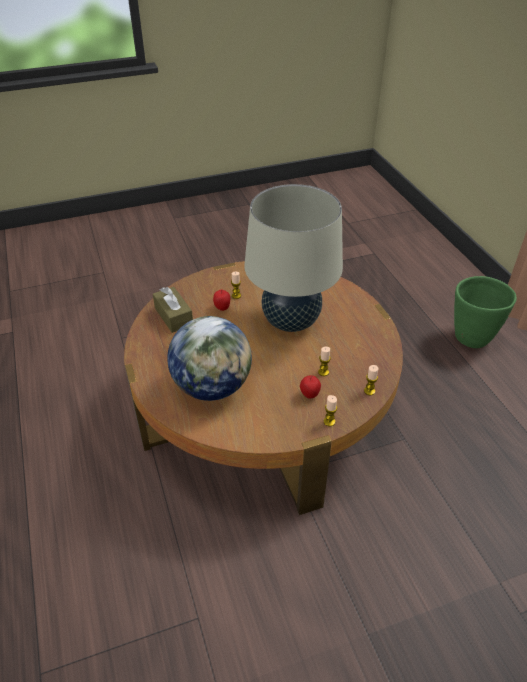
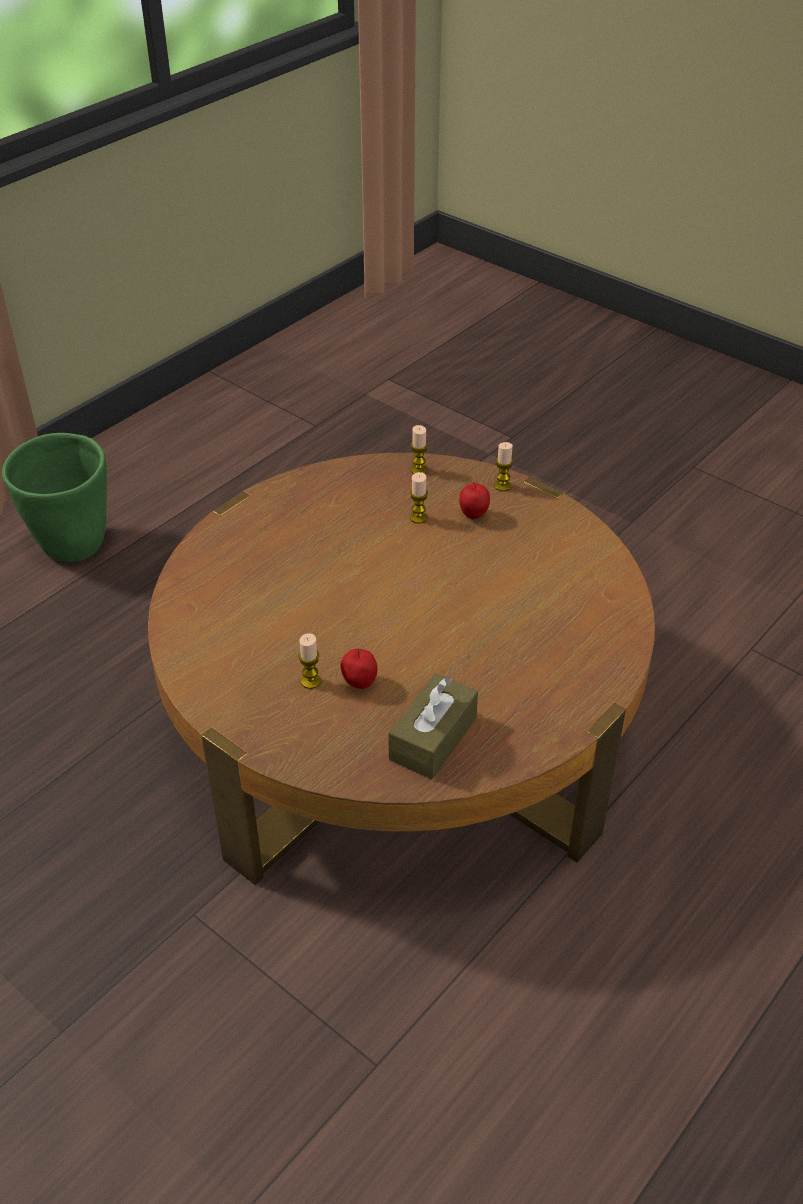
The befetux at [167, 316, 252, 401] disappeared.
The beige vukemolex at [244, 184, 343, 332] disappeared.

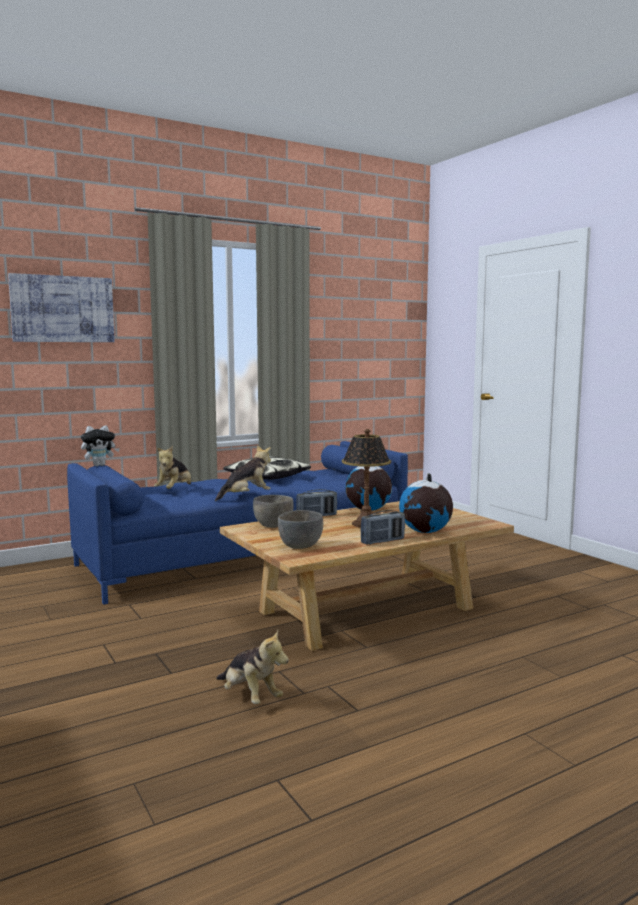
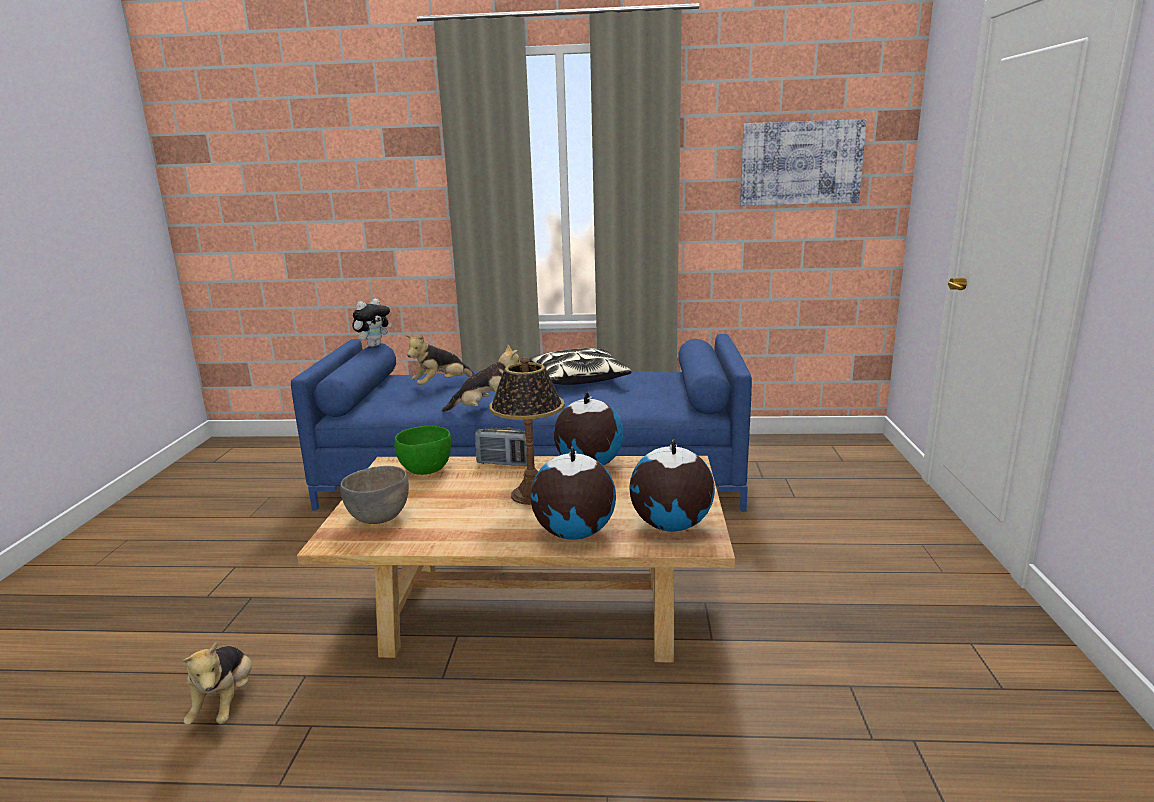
The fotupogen at [81, 425, 120, 466] turned 60 degrees counterclockwise.
The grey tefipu at [253, 495, 293, 528] became the green tefipu at [395, 426, 451, 475].
The befetux at [630, 439, 715, 532] appeared.
The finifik moved from [8, 273, 115, 342] to [740, 119, 867, 206].
The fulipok at [360, 510, 405, 545] disappeared.

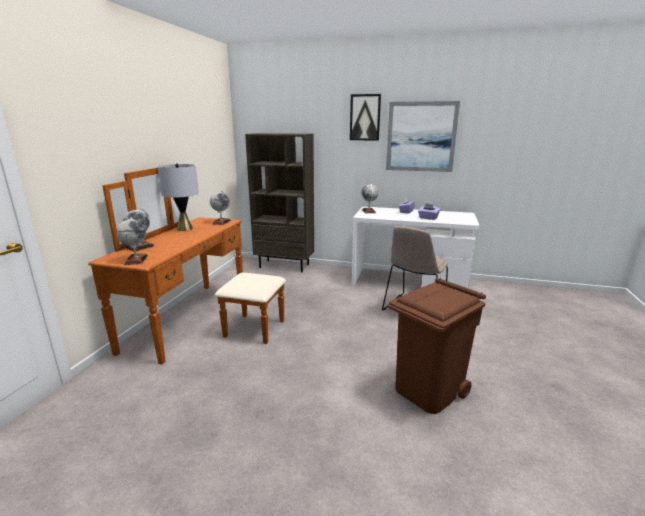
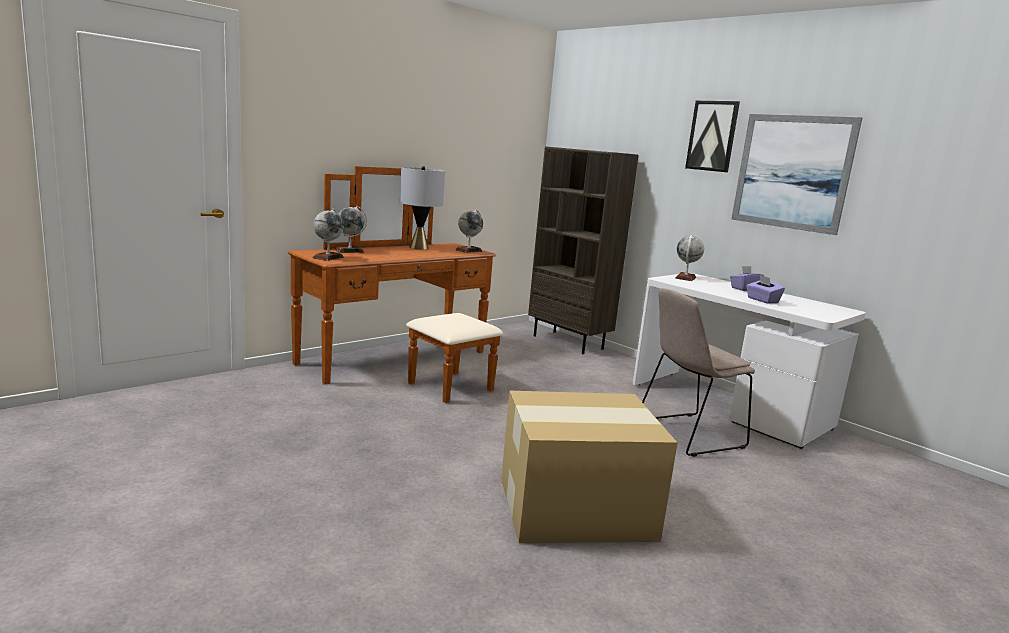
The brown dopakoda at [387, 278, 486, 414] was replaced by the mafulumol at [501, 391, 677, 543].

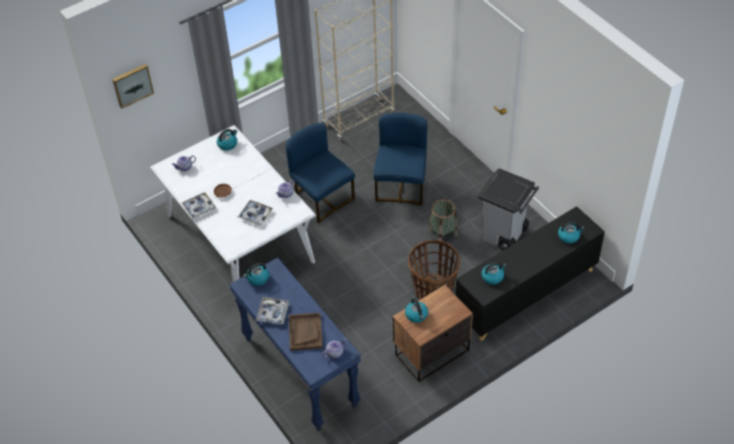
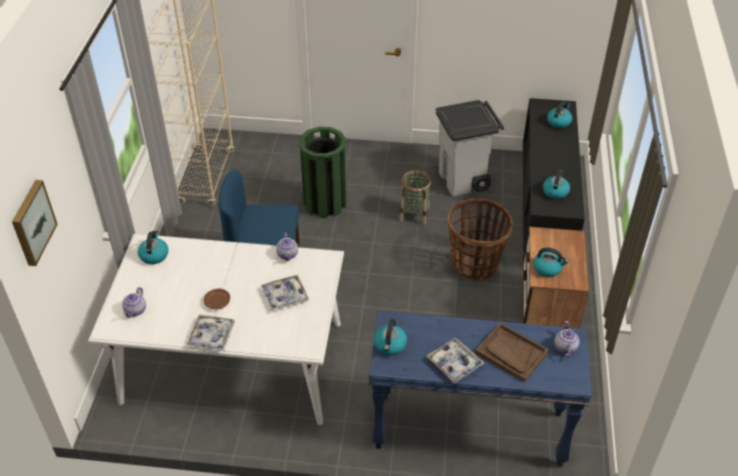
The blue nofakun at [373, 113, 428, 205] was replaced by the green dopakoda at [299, 127, 346, 218].

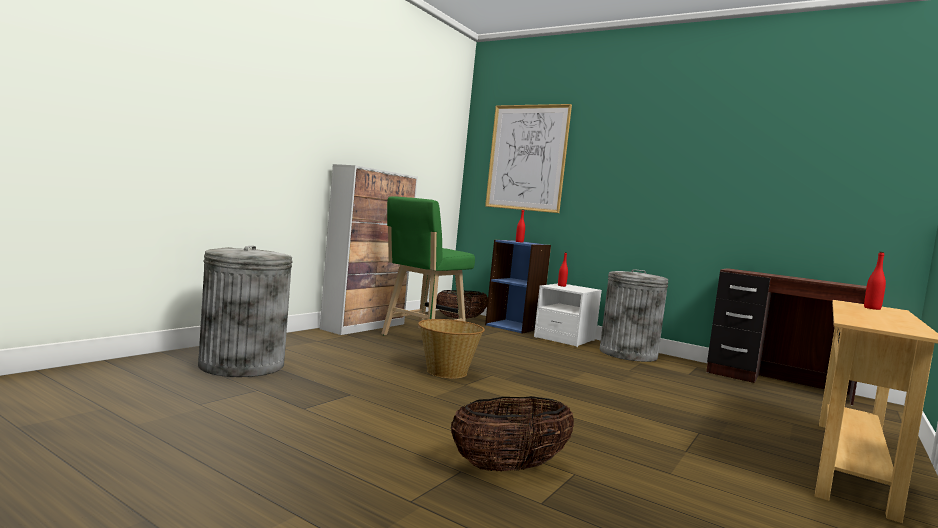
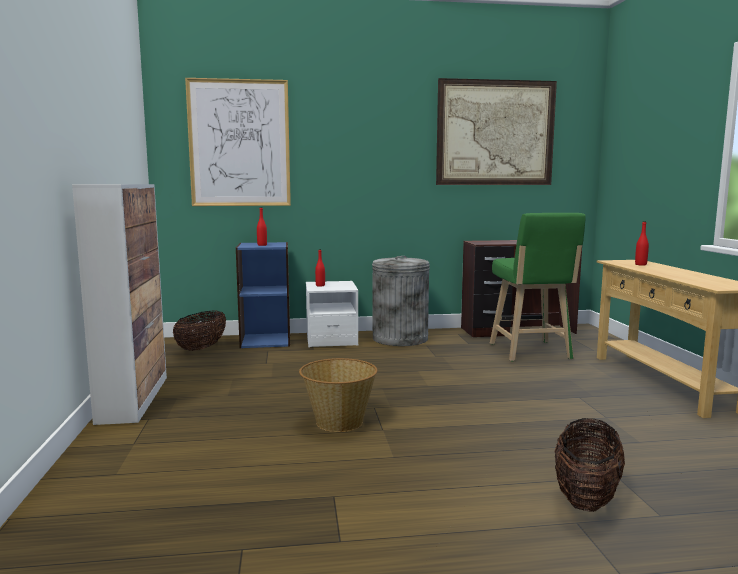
The finifik at [436, 78, 557, 185] appeared.
The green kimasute moved from [381, 197, 475, 336] to [490, 213, 586, 361].
The grey dopakoda at [198, 246, 293, 377] disappeared.

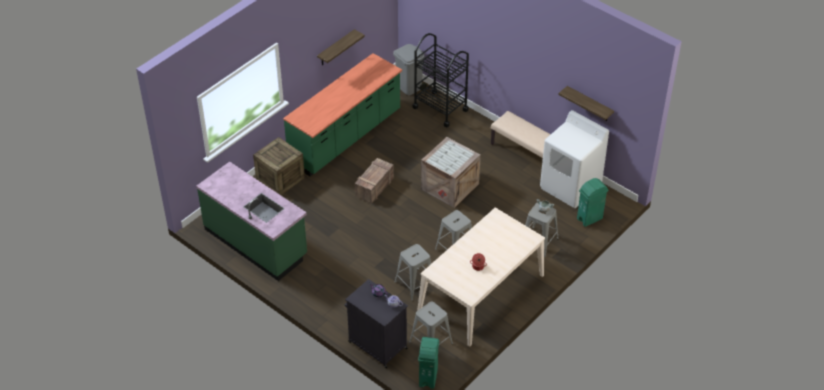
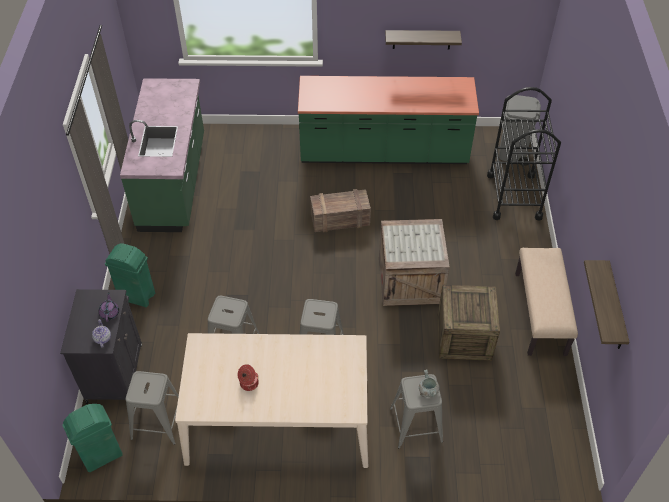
The green dopakoda moved from [577, 178, 608, 227] to [105, 244, 155, 307].
The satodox moved from [253, 137, 305, 195] to [438, 285, 500, 361].
The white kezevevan at [540, 110, 609, 208] disappeared.

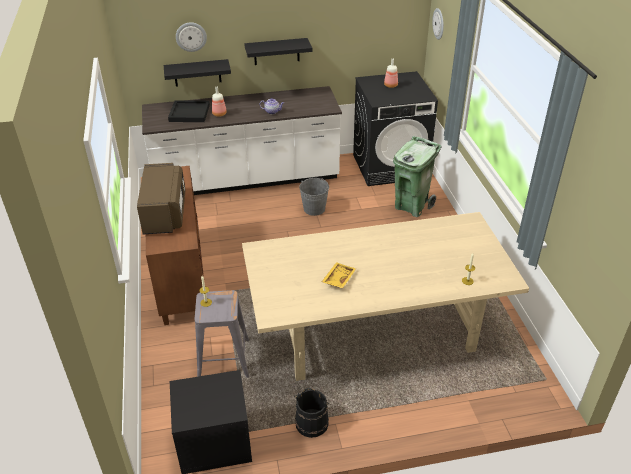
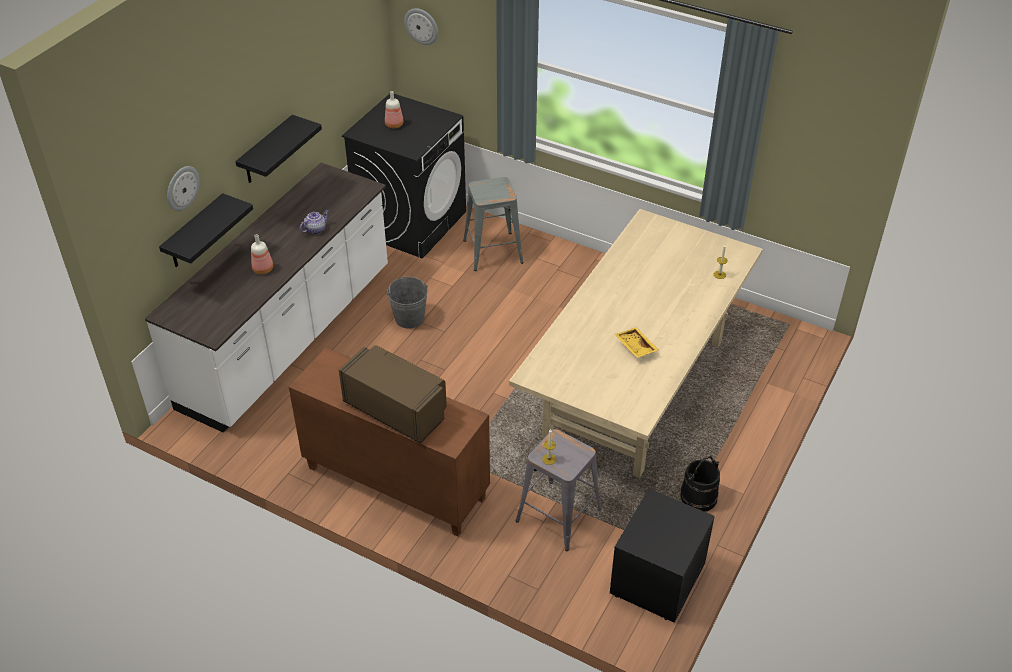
The green dopakoda at [393, 136, 442, 217] was replaced by the grey kimasute at [463, 177, 523, 271].
The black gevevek at [168, 100, 210, 122] disappeared.

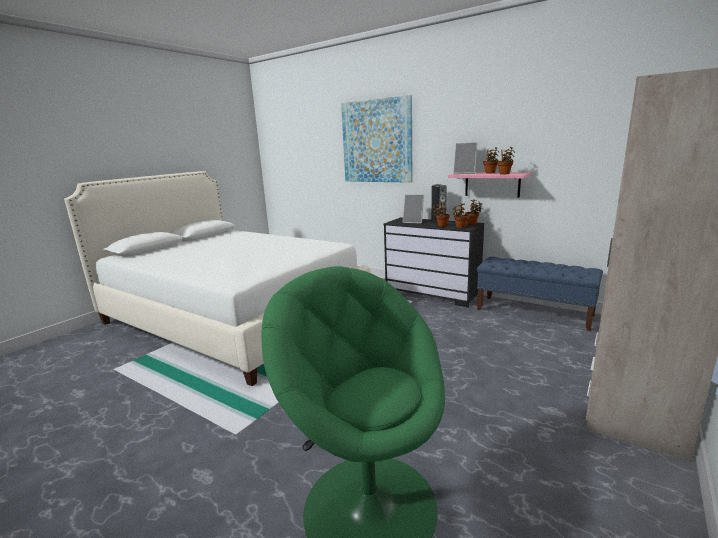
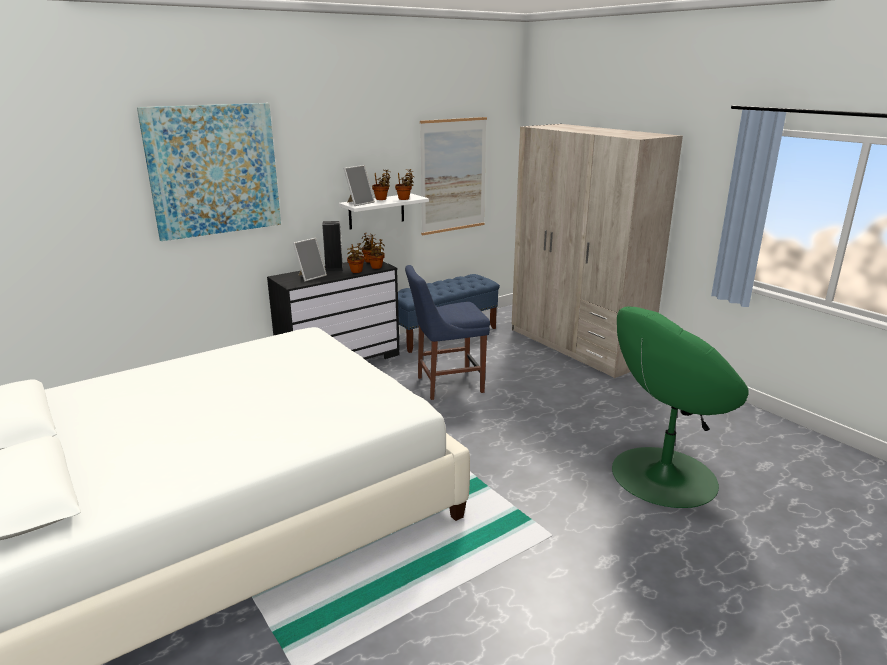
The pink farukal at [448, 173, 531, 197] became the white farukal at [339, 194, 429, 230].
The blue nofakun at [405, 265, 490, 400] appeared.
The finifik at [420, 117, 487, 235] appeared.

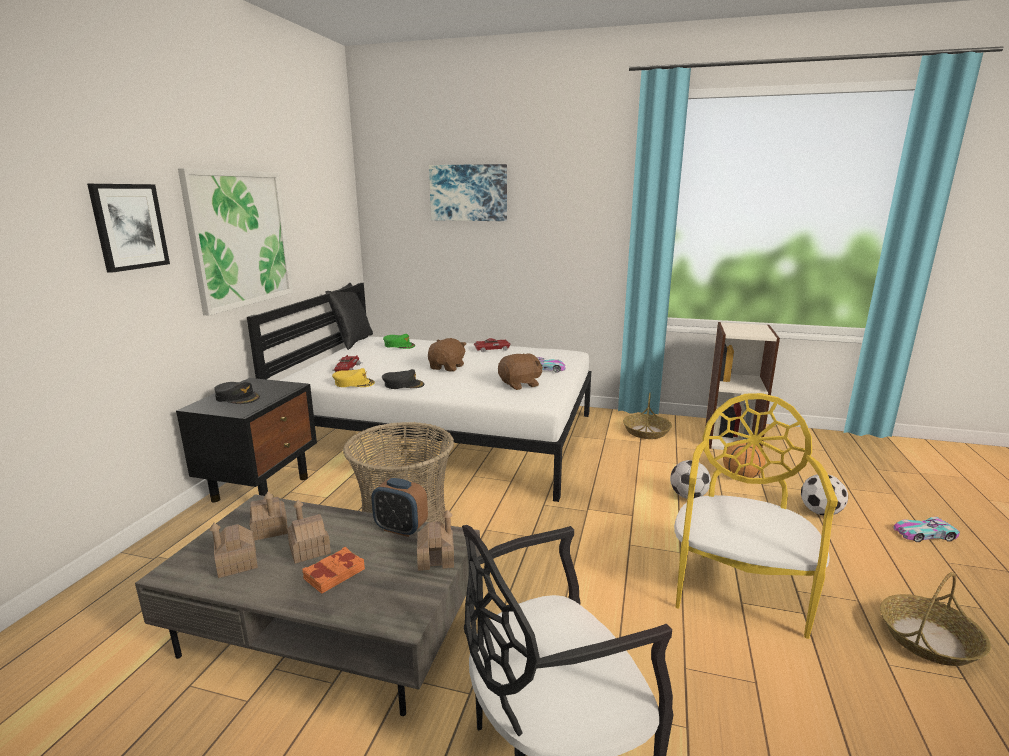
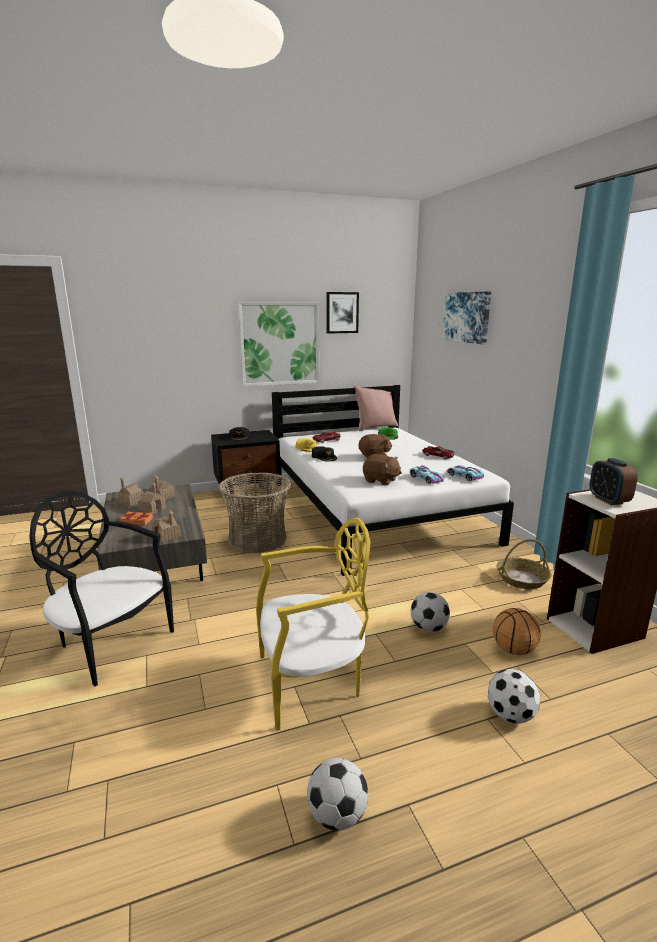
The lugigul at [880, 572, 991, 666] was replaced by the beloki at [307, 758, 368, 831].
The finifik moved from [87, 184, 170, 273] to [326, 292, 359, 334].
The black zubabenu at [325, 283, 373, 350] became the pink zubabenu at [353, 384, 398, 431].
The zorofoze moved from [893, 517, 960, 542] to [447, 465, 484, 481].
The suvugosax moved from [371, 478, 428, 537] to [589, 458, 638, 505].

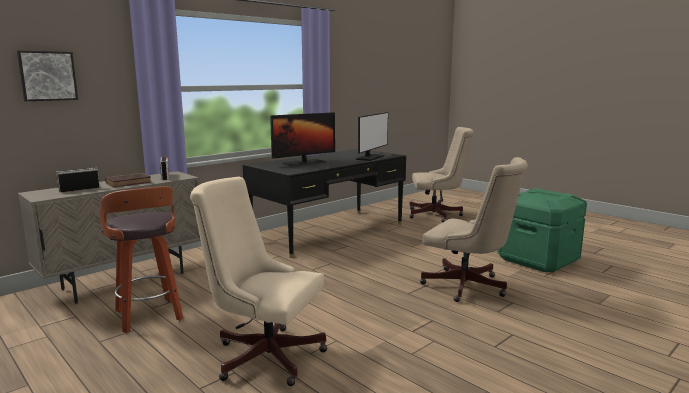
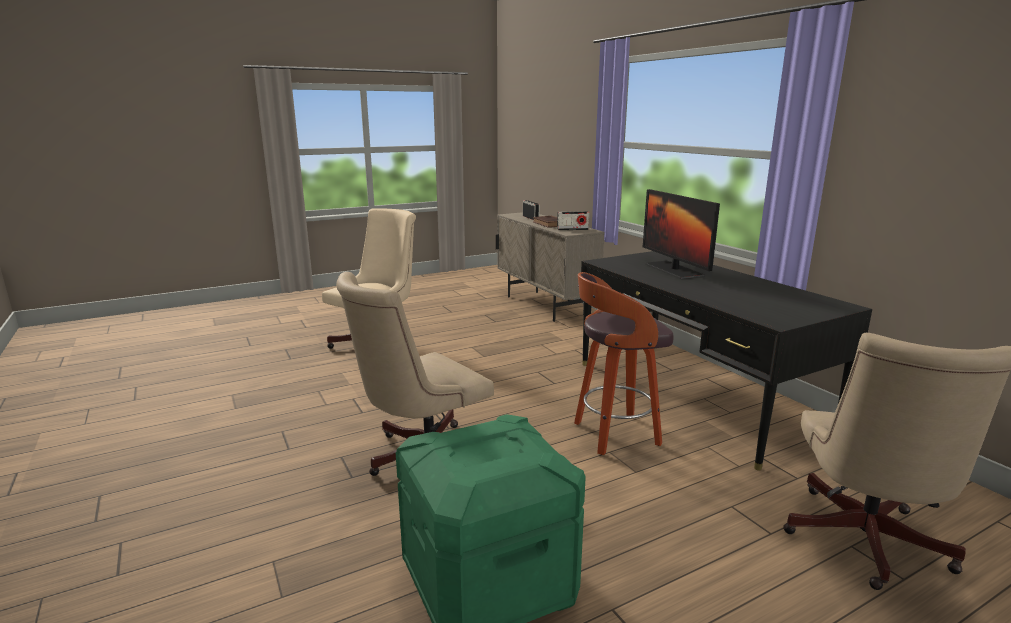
The kimasute moved from [99, 186, 183, 333] to [574, 272, 673, 455].
The finifik at [17, 50, 78, 101] disappeared.
The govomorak at [356, 112, 388, 161] disappeared.

